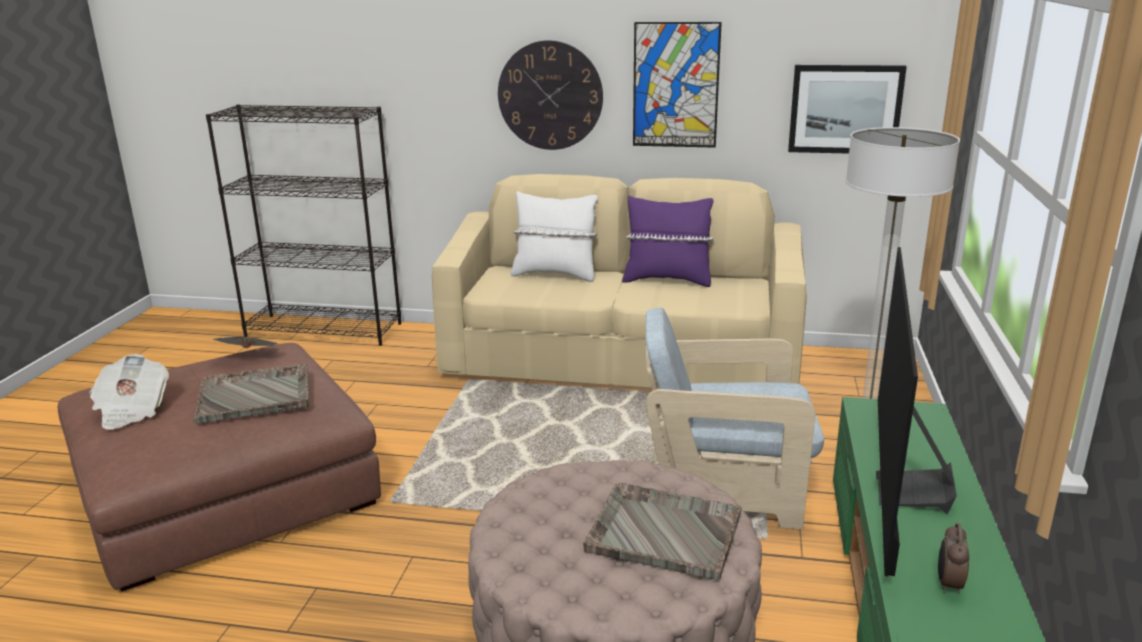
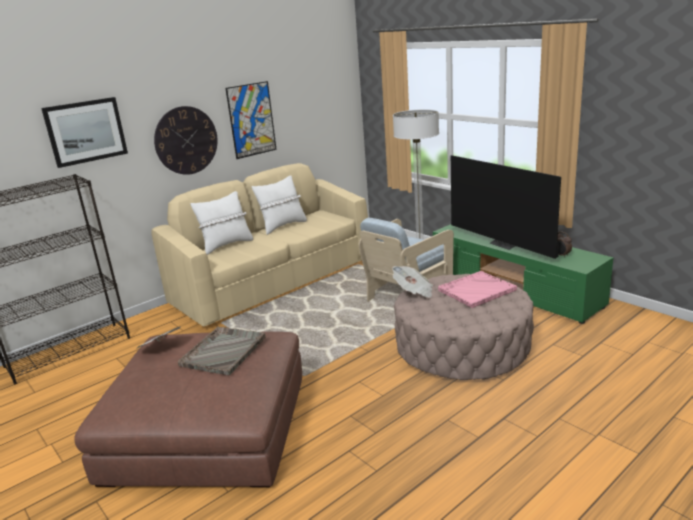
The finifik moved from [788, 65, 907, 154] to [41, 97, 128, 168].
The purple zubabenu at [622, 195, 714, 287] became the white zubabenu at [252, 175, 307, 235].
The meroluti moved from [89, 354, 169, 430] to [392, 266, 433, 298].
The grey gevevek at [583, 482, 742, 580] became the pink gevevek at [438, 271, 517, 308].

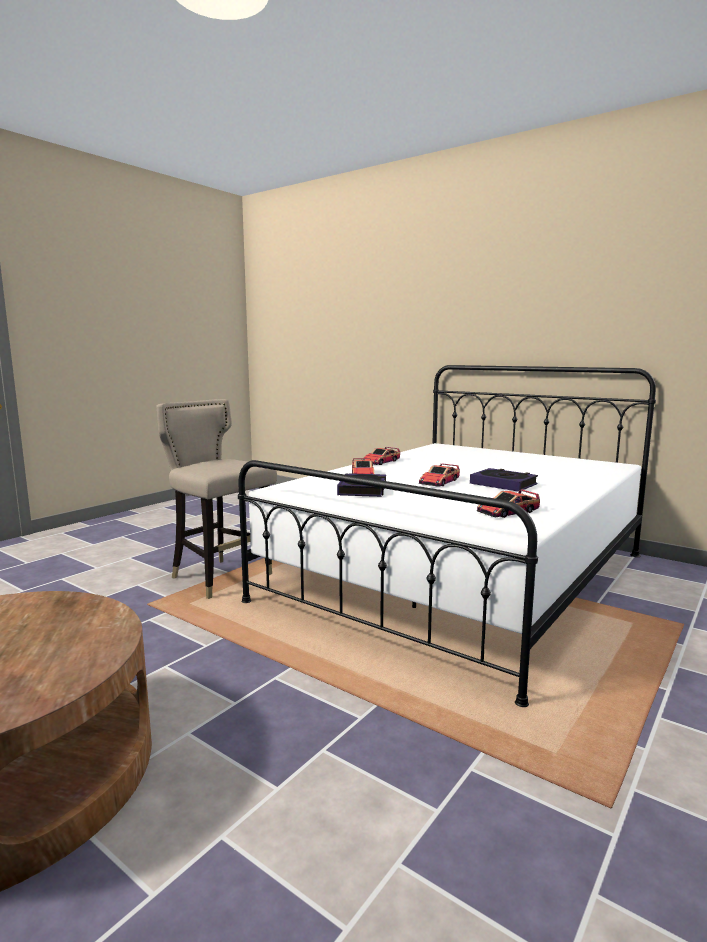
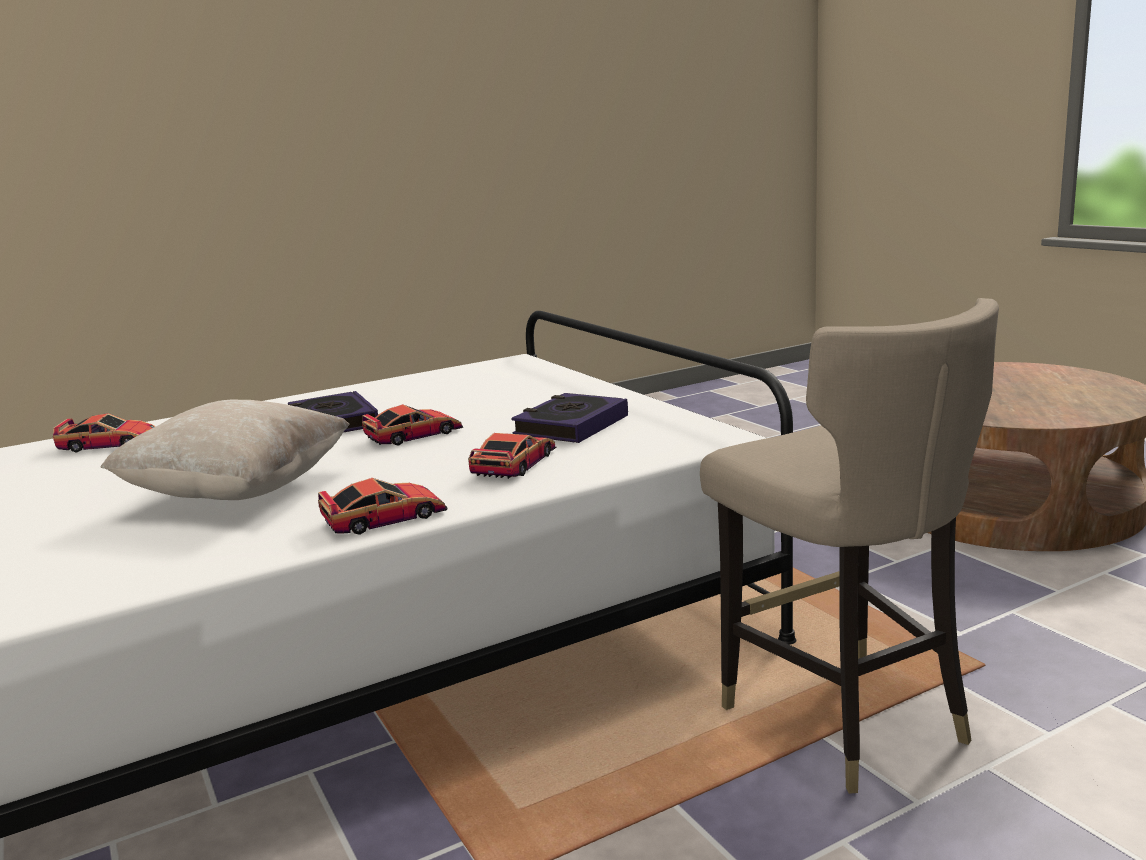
The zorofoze moved from [476, 489, 540, 518] to [53, 413, 156, 453].
The beige zubabenu at [101, 399, 350, 500] appeared.

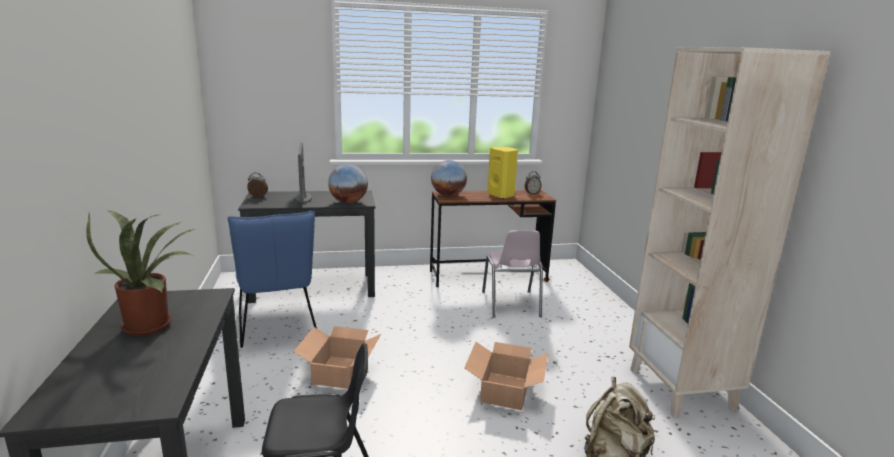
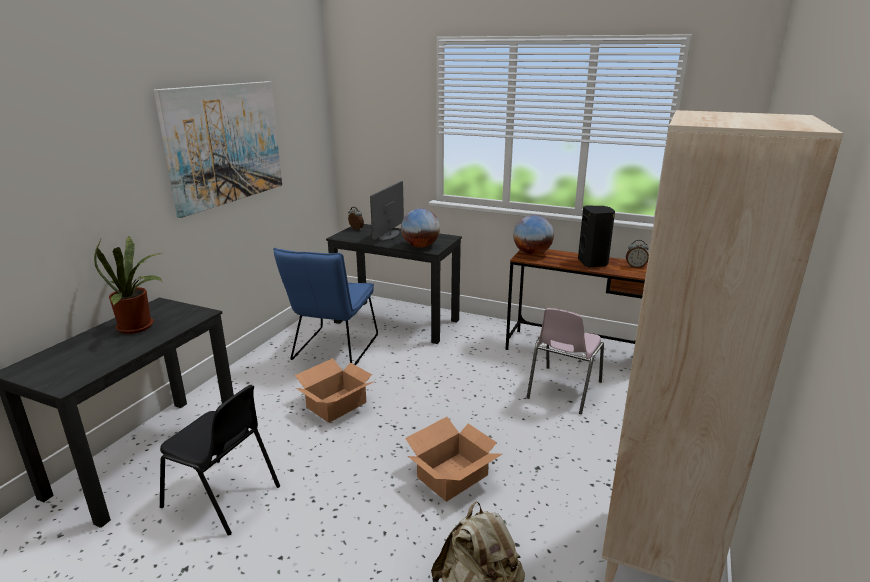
The finifik at [154, 81, 282, 218] appeared.
The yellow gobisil at [487, 147, 518, 199] became the black gobisil at [578, 205, 615, 268].

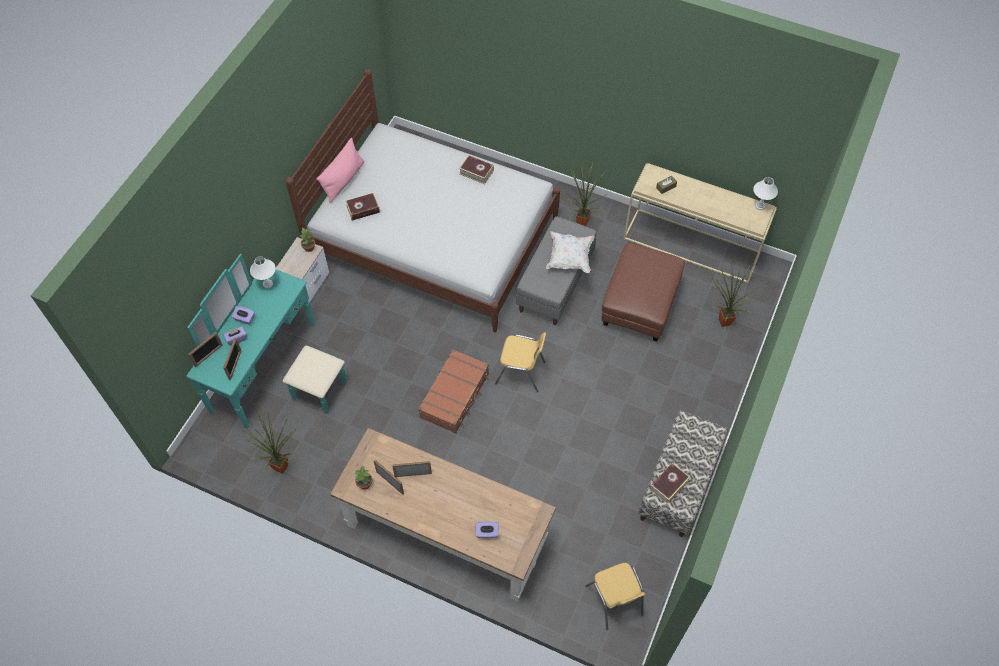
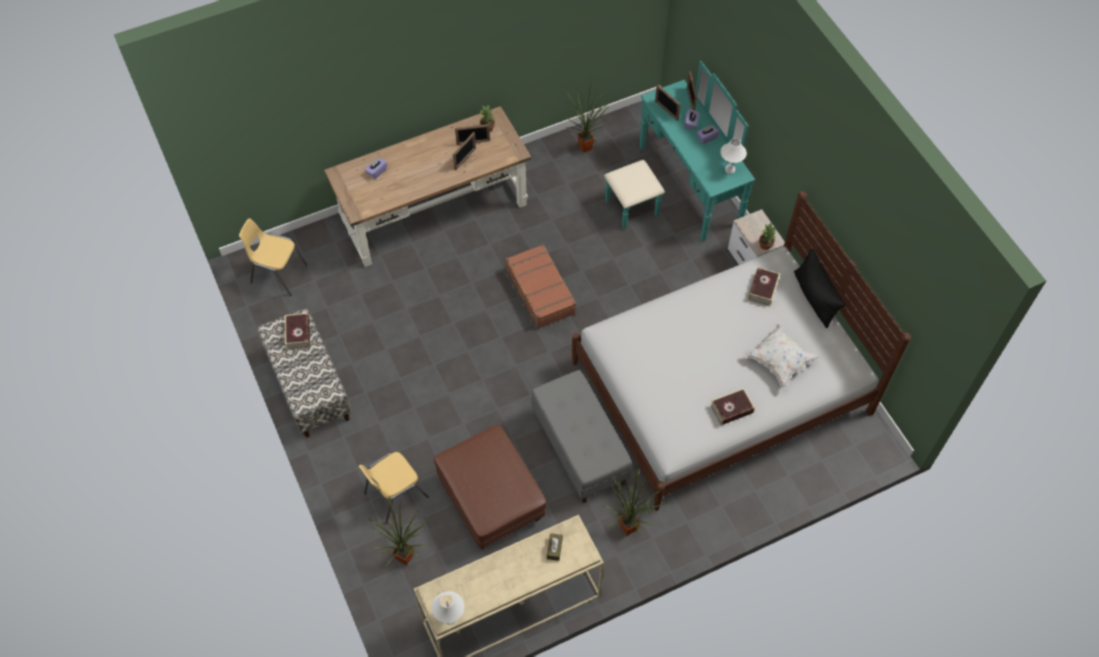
The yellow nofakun moved from [495, 332, 546, 392] to [359, 452, 429, 524].
The white zubabenu moved from [546, 231, 595, 273] to [744, 324, 820, 389].
The pink zubabenu at [317, 138, 364, 203] became the black zubabenu at [794, 248, 846, 328].

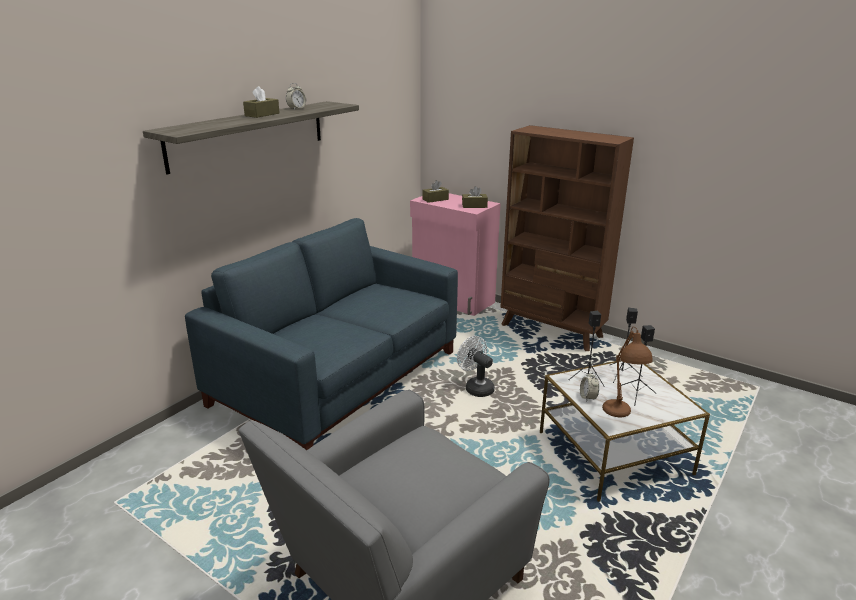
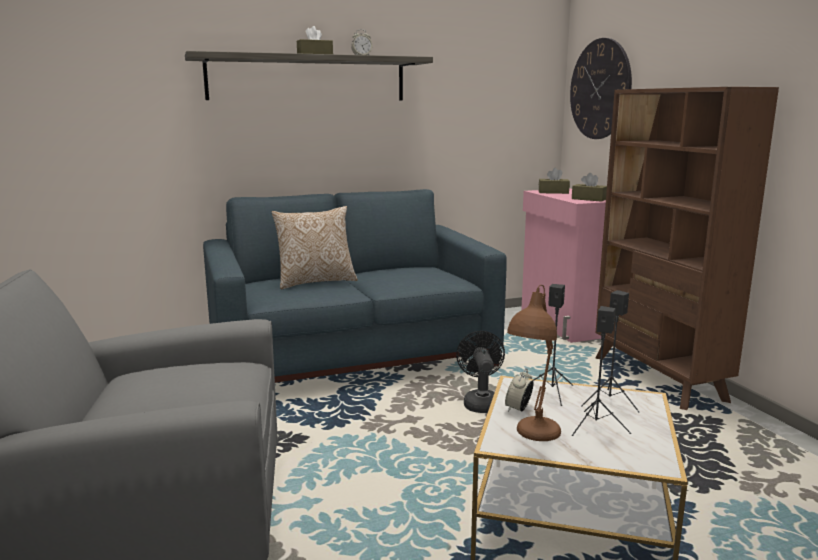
The zubabenu at [271, 206, 358, 289] appeared.
The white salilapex at [457, 336, 495, 397] became the black salilapex at [456, 331, 505, 413].
The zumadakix at [570, 38, 632, 139] appeared.

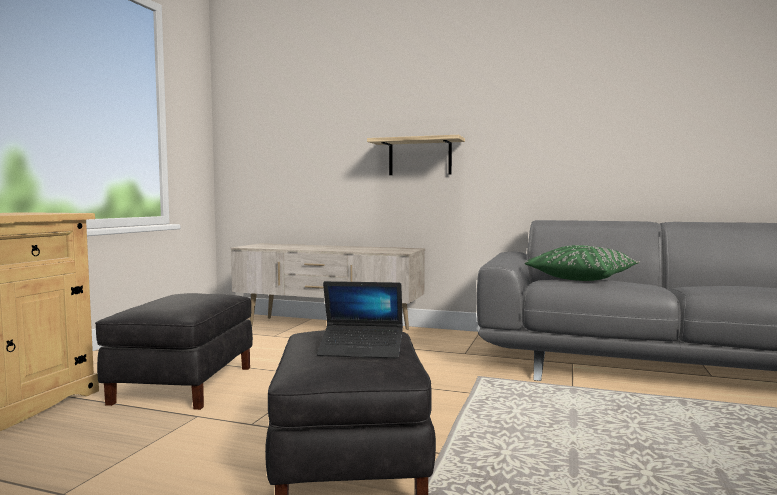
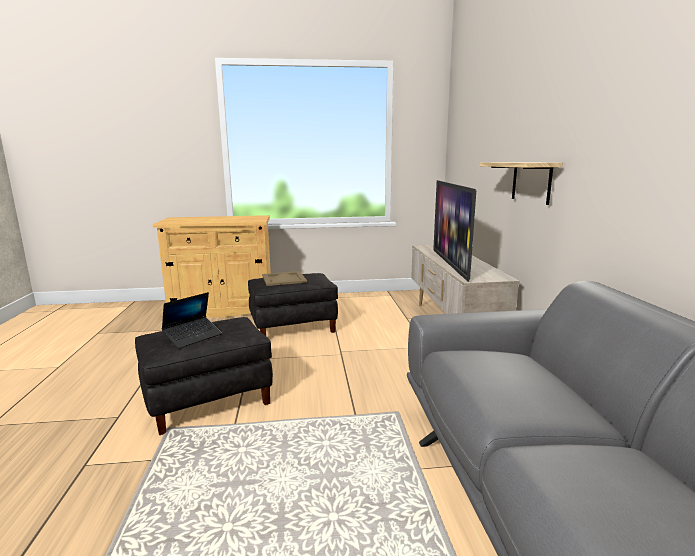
The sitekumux at [317, 281, 403, 359] turned 120 degrees counterclockwise.
The beige gevevek at [262, 271, 307, 286] appeared.
The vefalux at [433, 180, 476, 282] appeared.
The green zubabenu at [525, 245, 640, 281] disappeared.

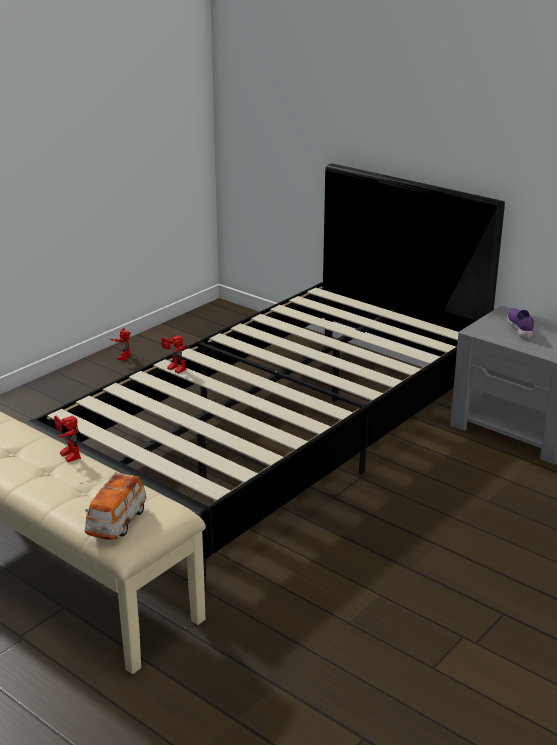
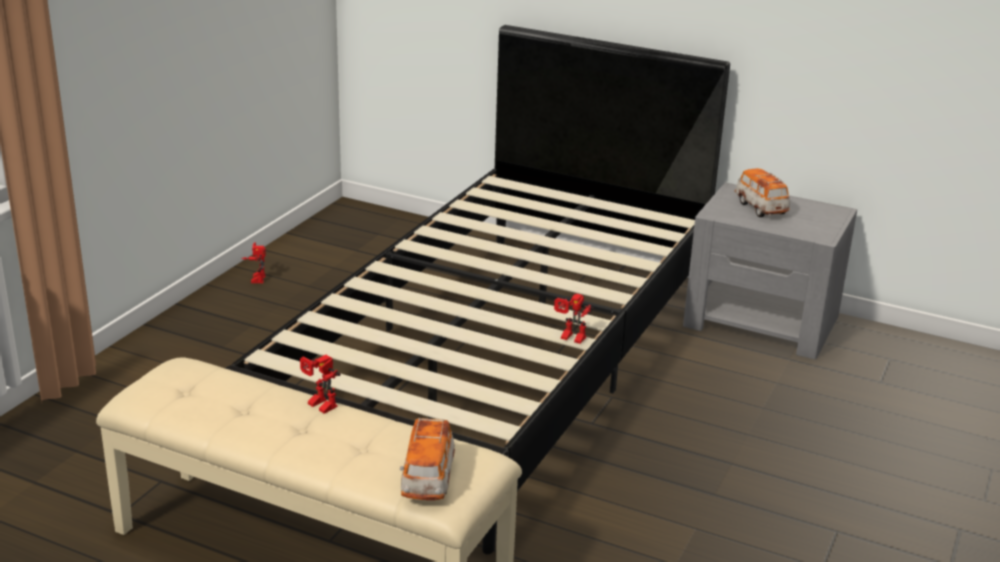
The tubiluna moved from [161, 335, 188, 373] to [554, 294, 594, 344].
The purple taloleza at [507, 308, 534, 338] was replaced by the zorofoze at [735, 168, 790, 217].

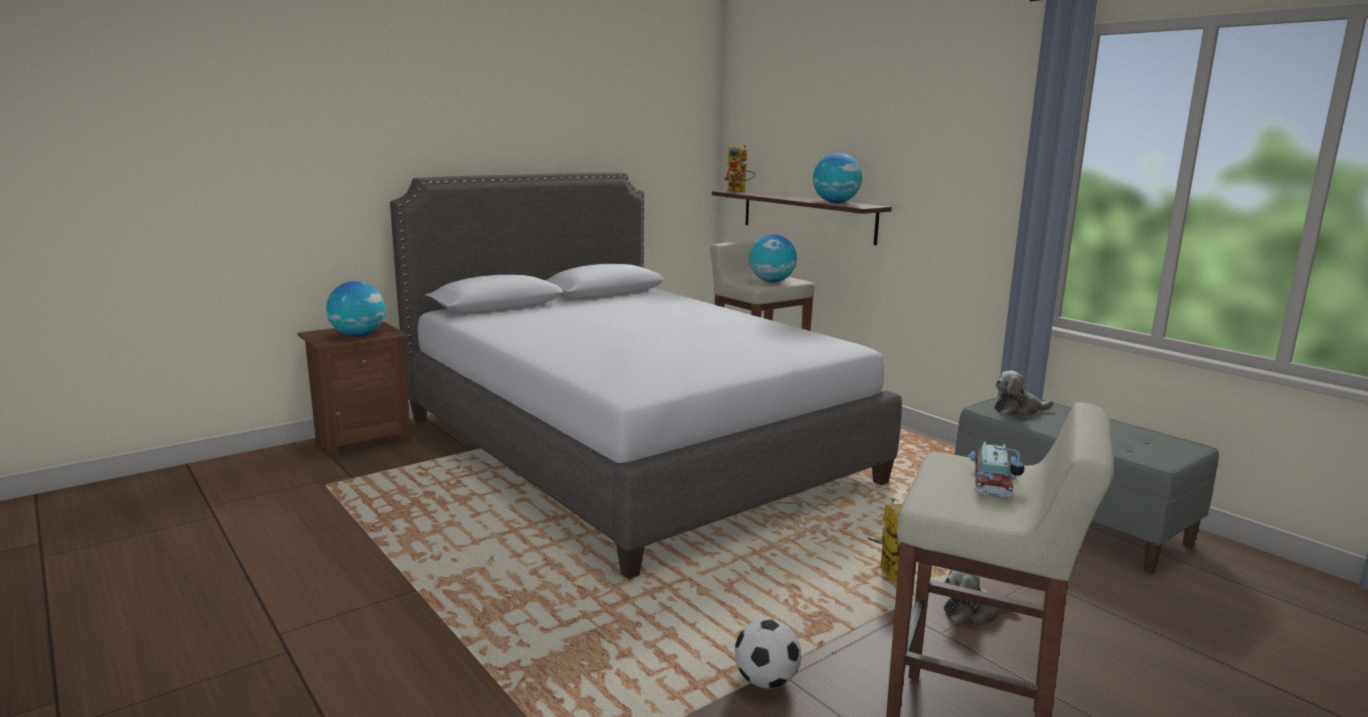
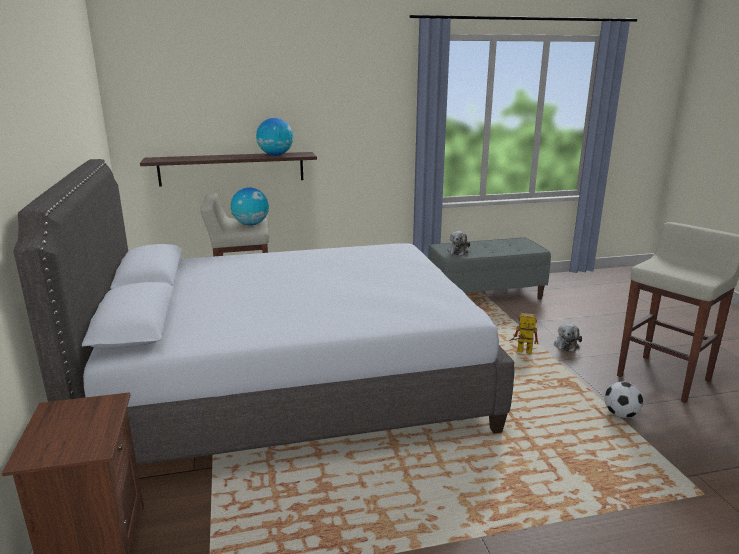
The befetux at [326, 281, 386, 337] disappeared.
The tubiluna at [724, 145, 756, 192] disappeared.
The zorofoze at [968, 442, 1025, 498] disappeared.

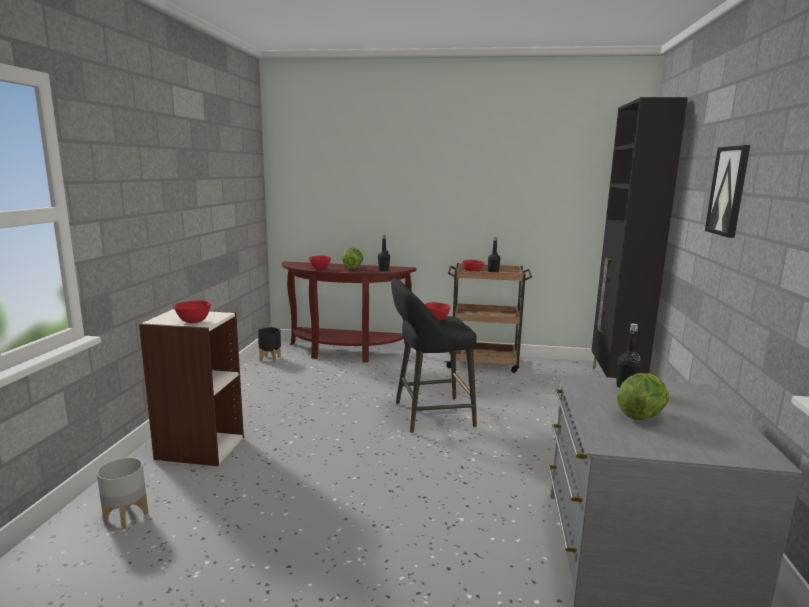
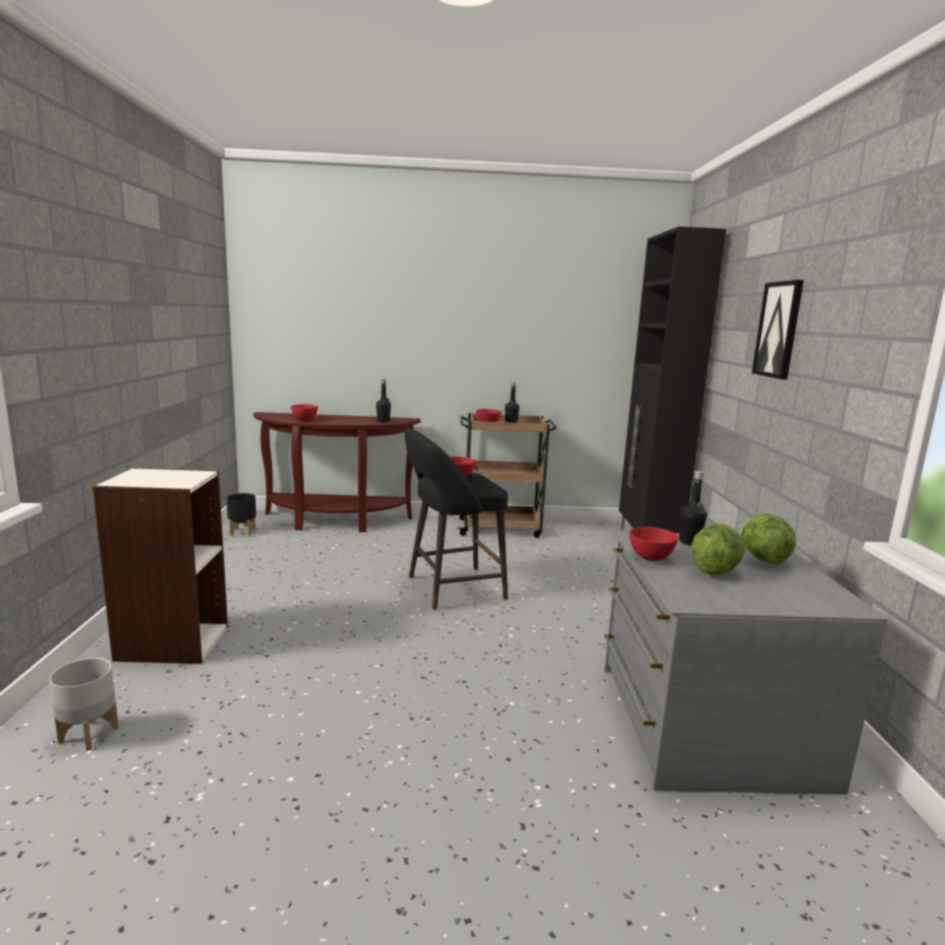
The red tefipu moved from [174, 300, 211, 323] to [629, 526, 678, 561].
The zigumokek moved from [342, 247, 363, 269] to [740, 514, 796, 564].

